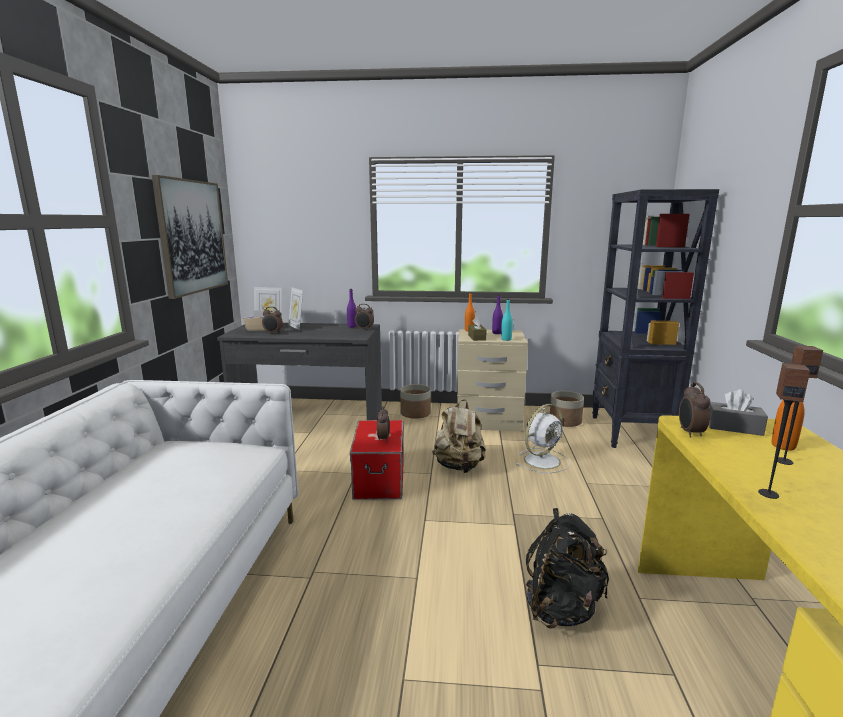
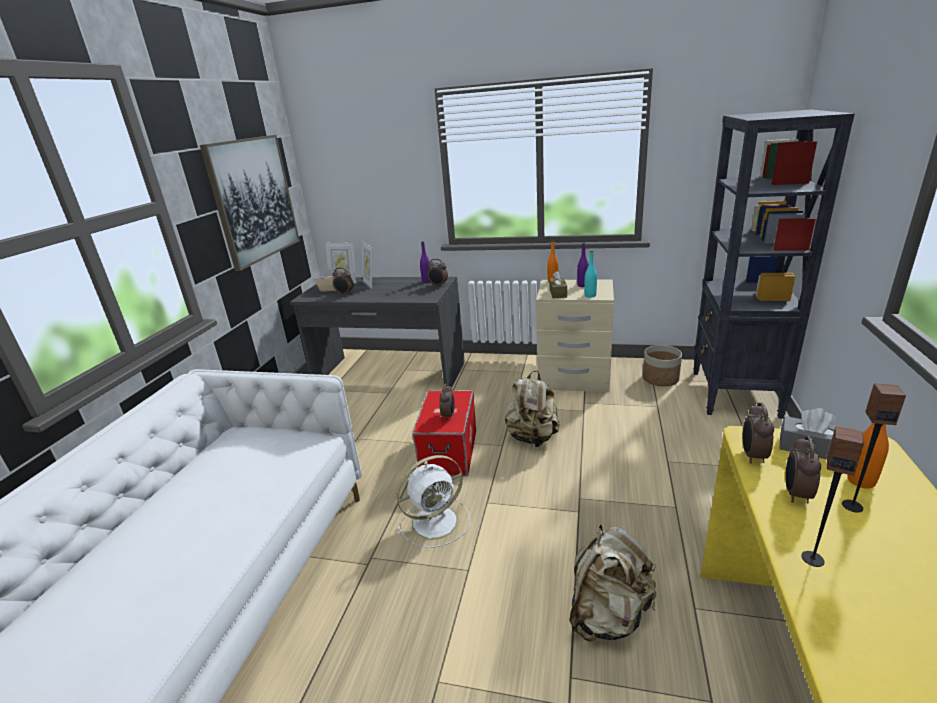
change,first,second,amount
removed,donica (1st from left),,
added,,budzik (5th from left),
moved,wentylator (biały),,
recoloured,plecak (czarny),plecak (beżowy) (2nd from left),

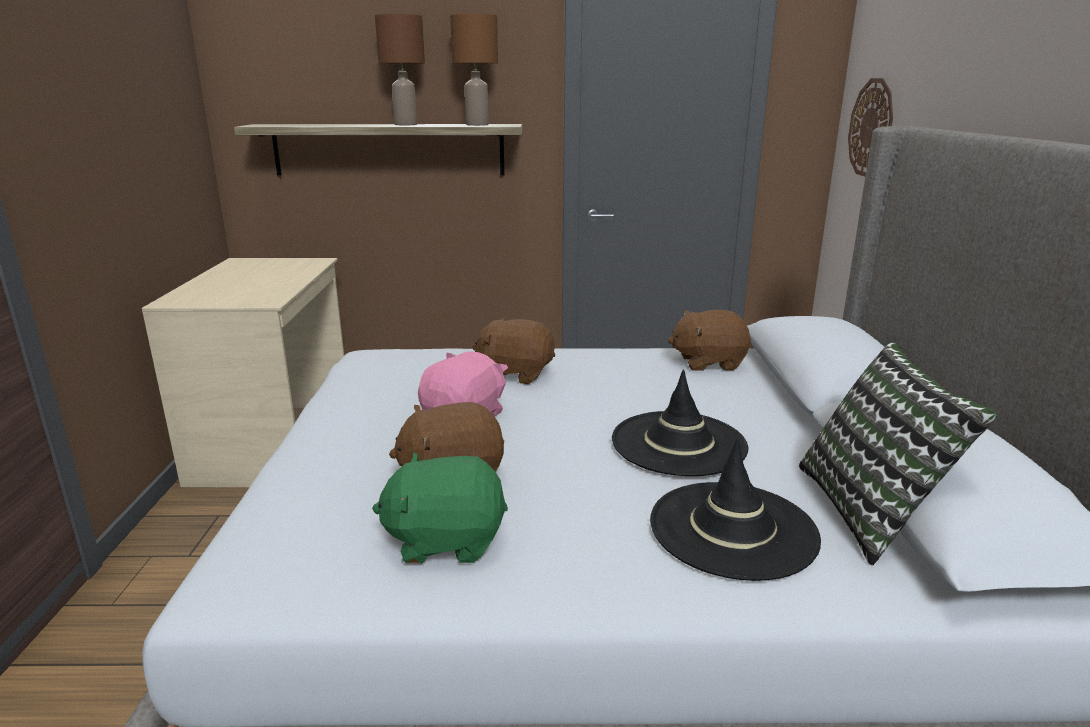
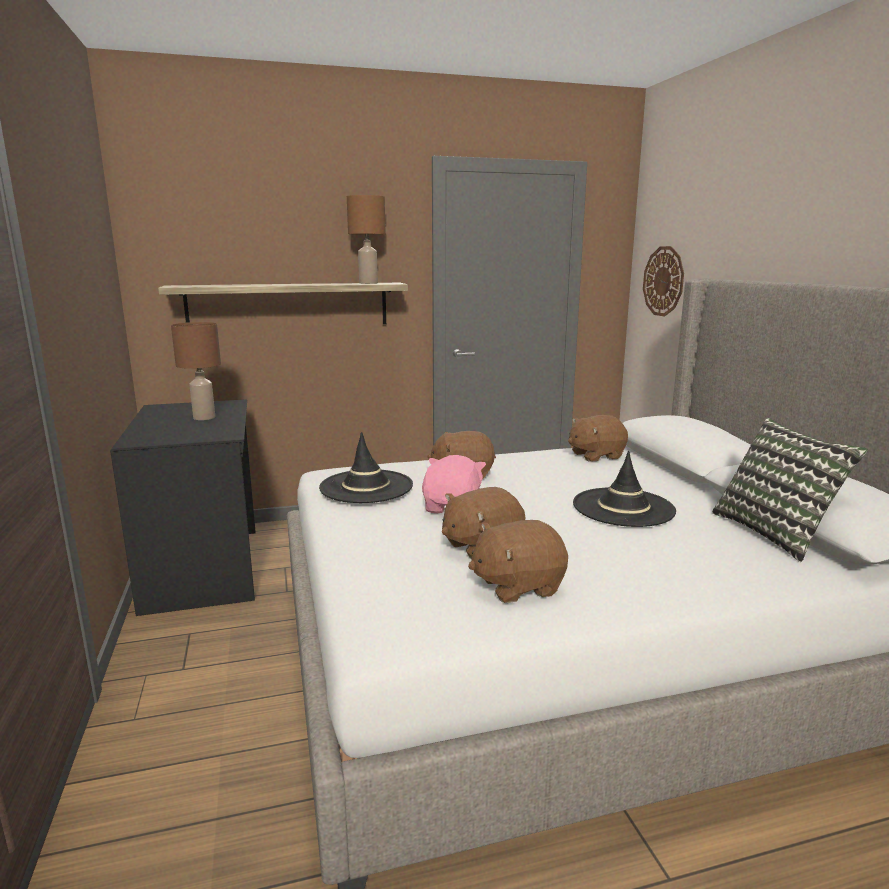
change,first,second,amount
moved,lampa stołowa (brązowy) (1st from left),,
moved,kapelusz (czarny) (2nd from left in the first image),kapelusz (czarny) (1st from left),
recoloured,biurko (beżowy),biurko (czarny),
recoloured,pluszak (zielony),pluszak (brązowy) (3rd from left),

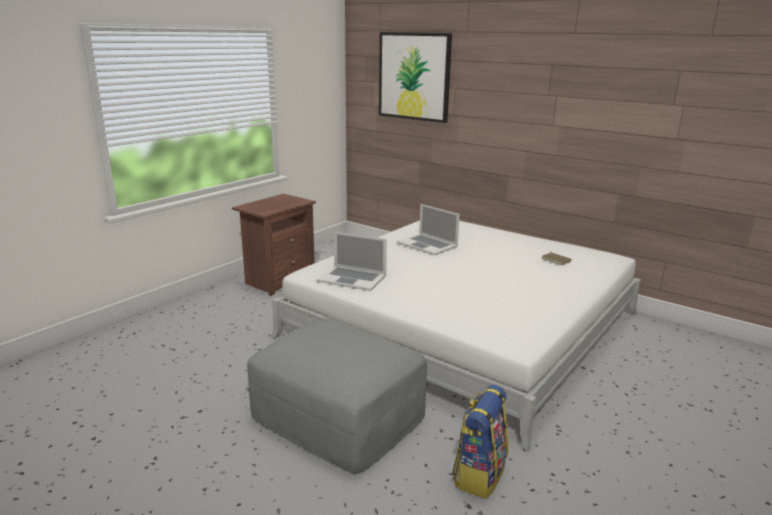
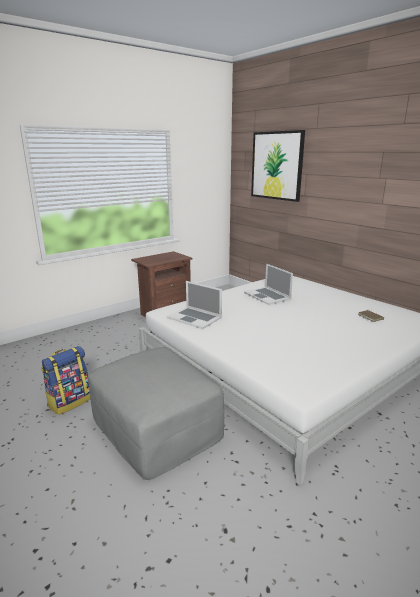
change,first,second,amount
moved,plecak,,

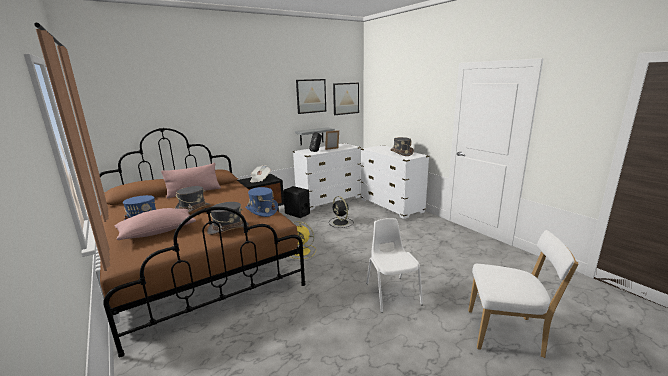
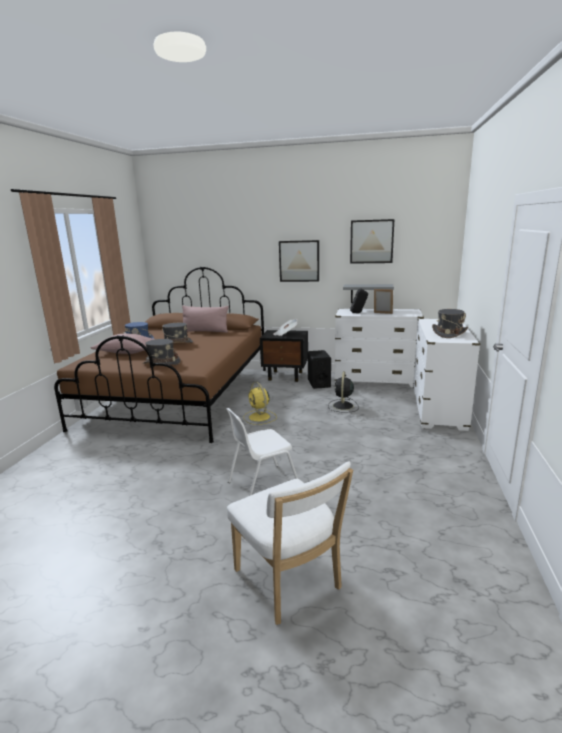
change,first,second,amount
removed,kapelusz (niebieski) (2nd from left),,
moved,obraz (2nd from left in the first image),obraz (1st from left),
turned,krzesło (biały) (1st from left),,150 degrees counterclockwise

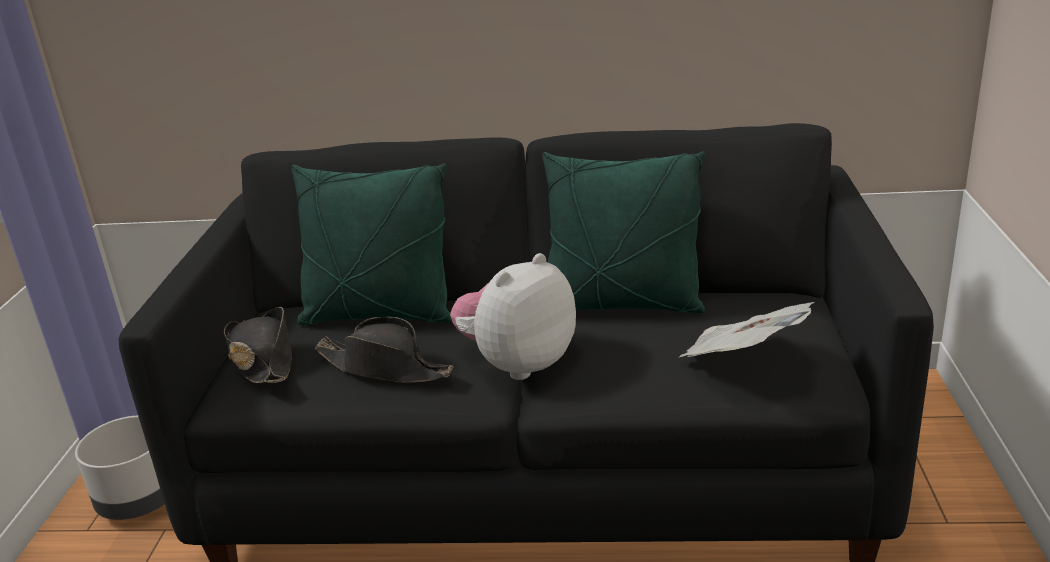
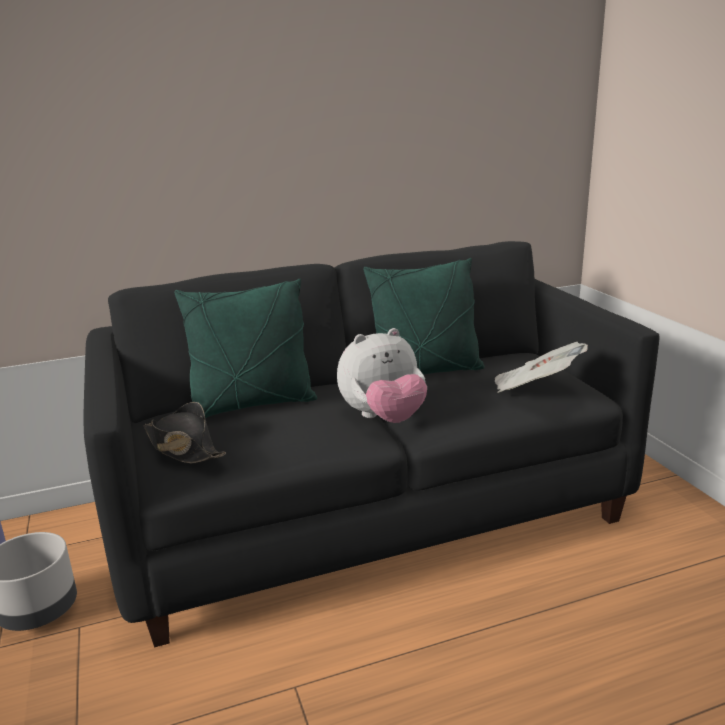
change,first,second,amount
removed,kapelusz (czarny) (2nd from left),,
turned,pluszak,,135 degrees counterclockwise

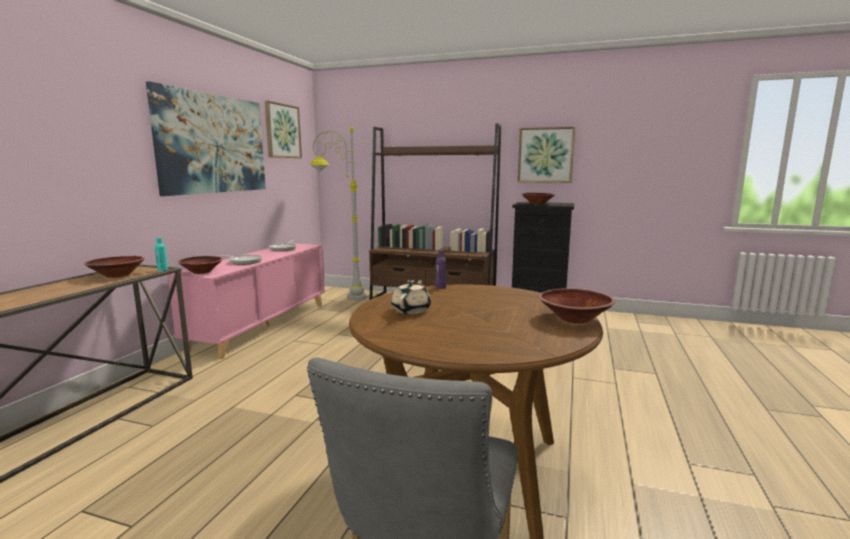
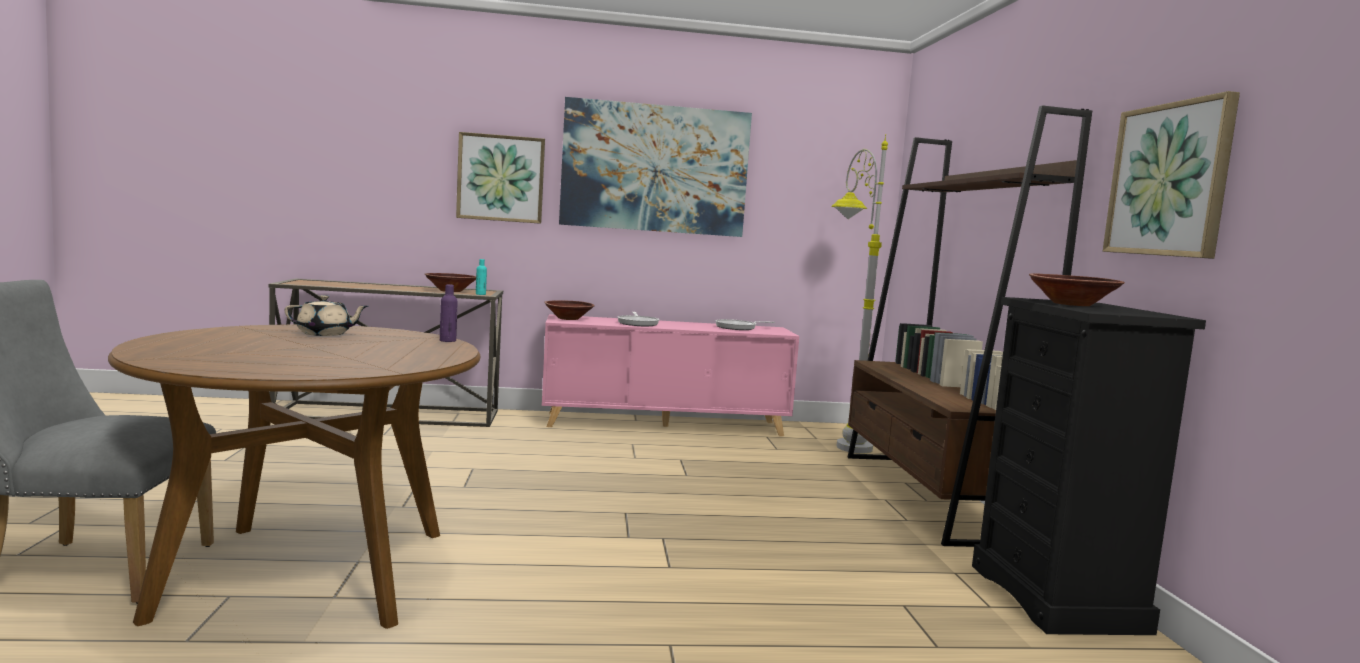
change,first,second,amount
removed,miska (brązowy) (4th from left),,
moved,obraz (2nd from left in the first image),obraz (1st from left),

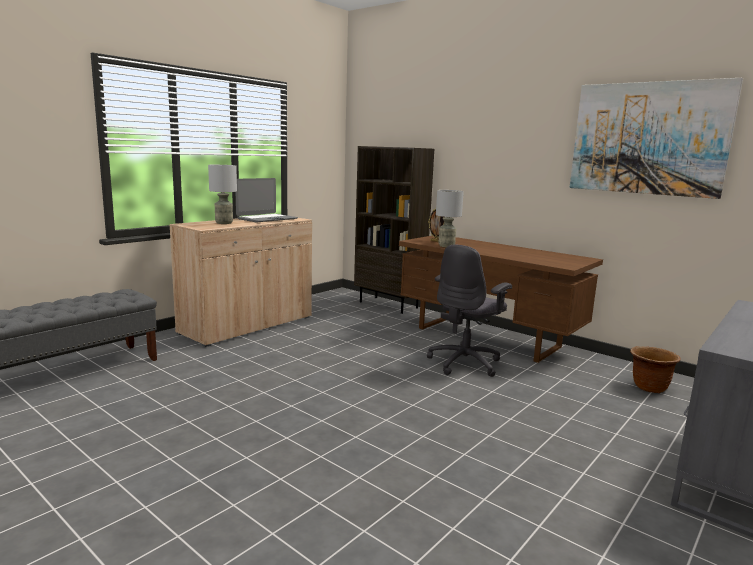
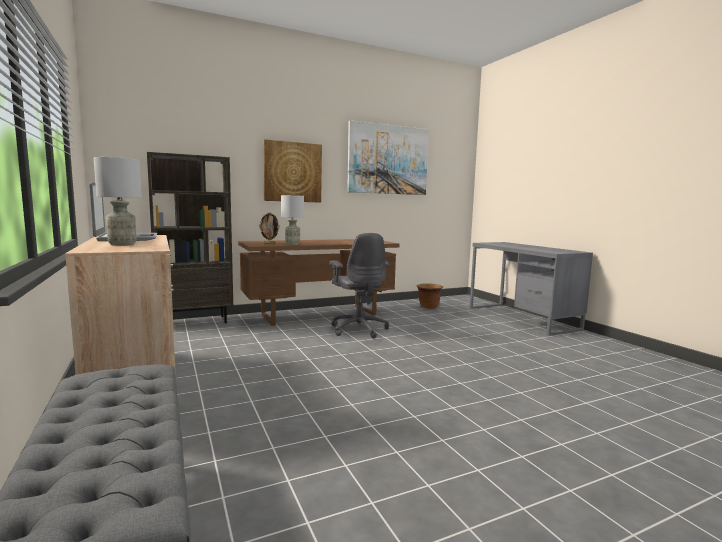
change,first,second,amount
added,,obraz (1st from left),

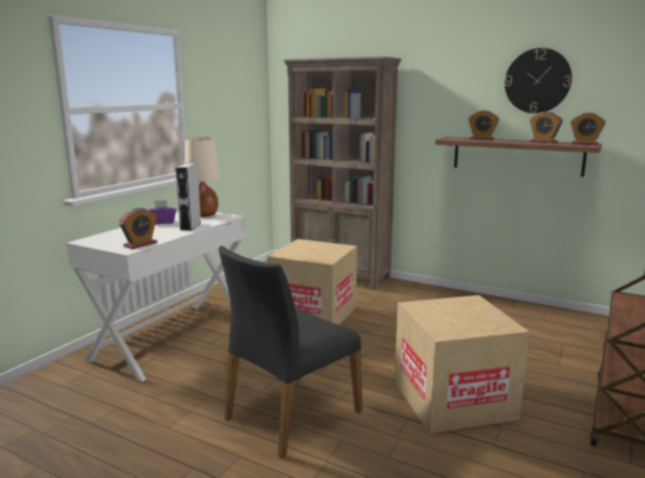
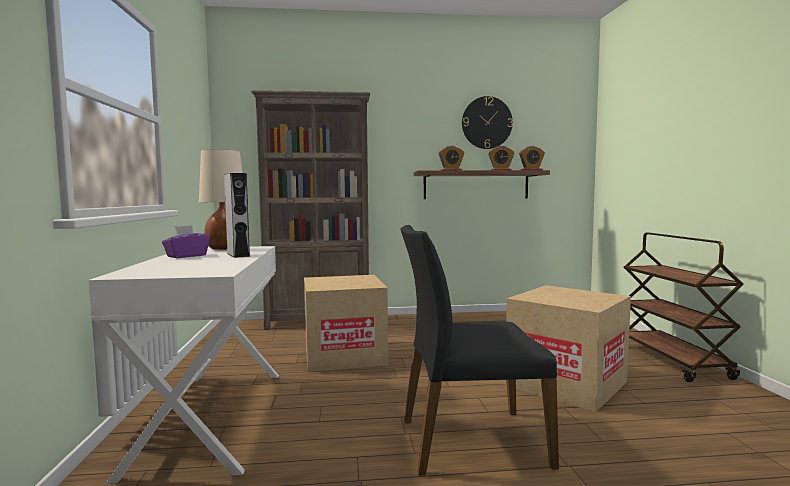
change,first,second,amount
removed,budzik (1st from left),,
turned,krzesło (czarny),,75 degrees clockwise

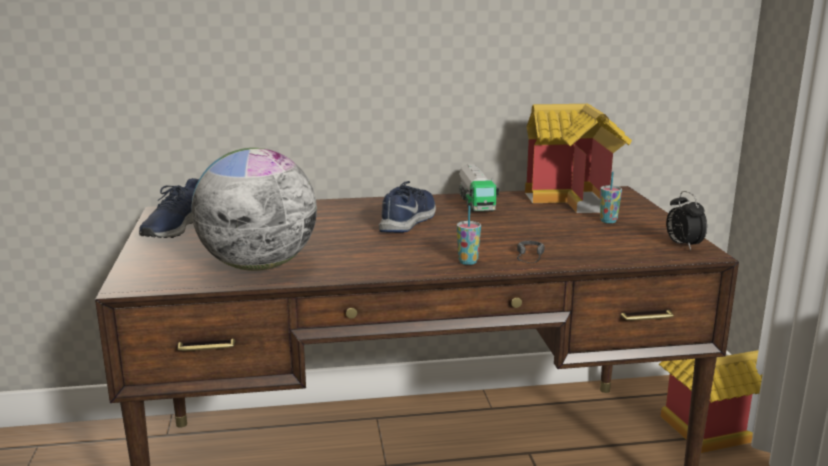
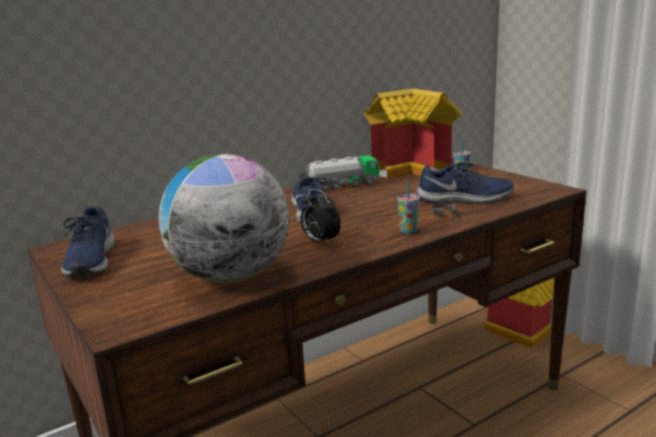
change,first,second,amount
added,,but (niebieski) (3rd from left),
moved,budzik,,
turned,ciężarówka zabawkowa,,75 degrees counterclockwise

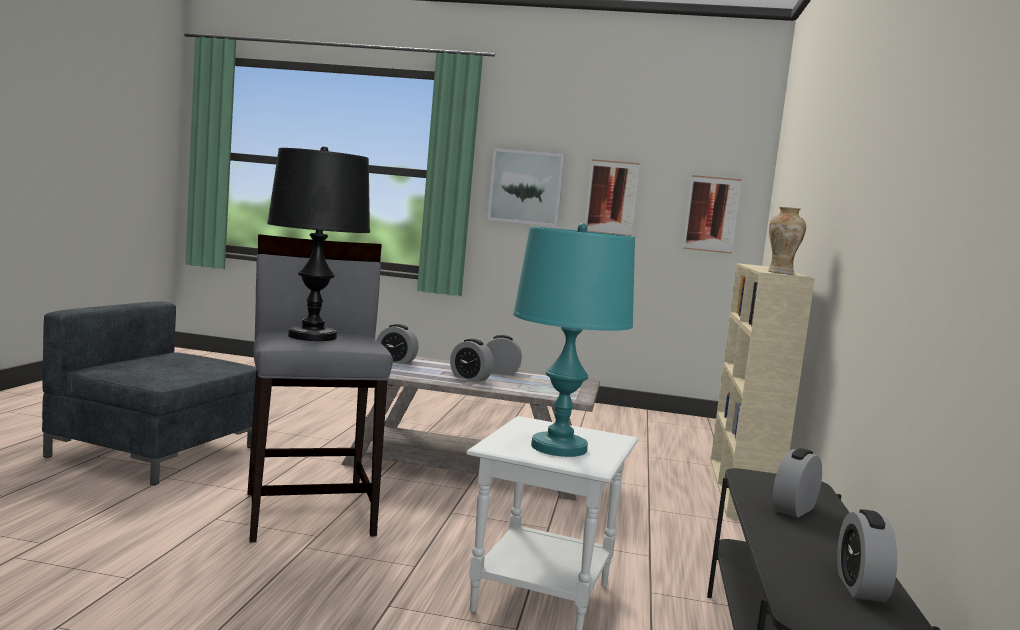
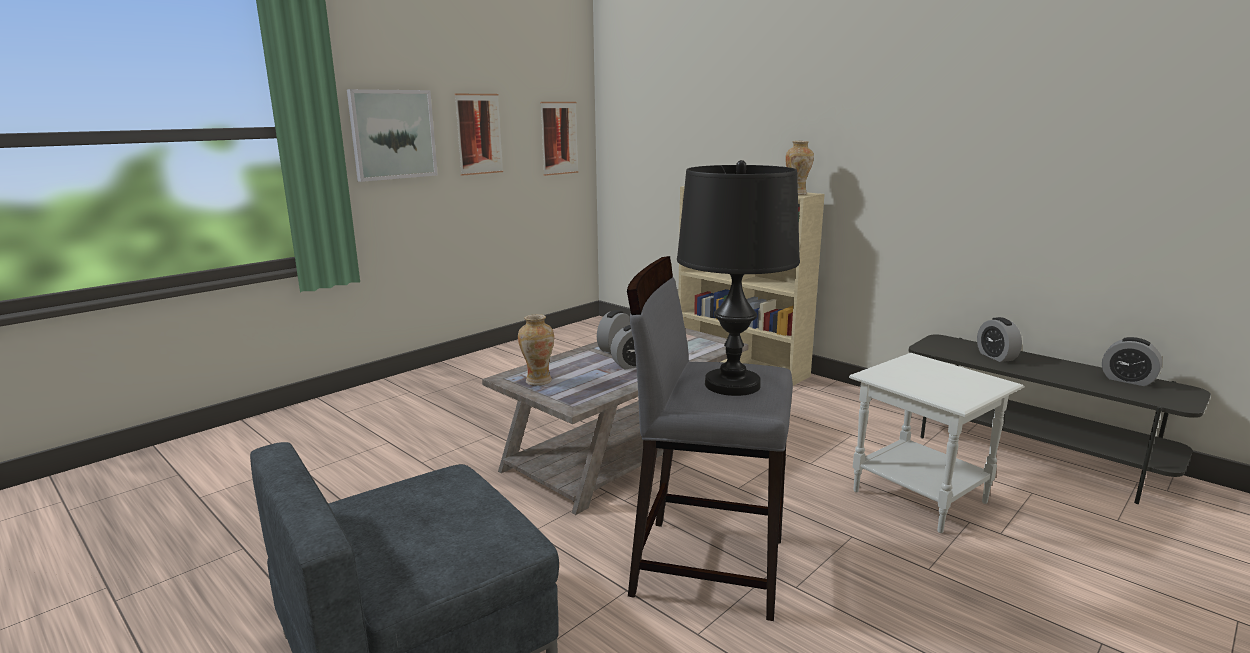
change,first,second,amount
removed,lampa stołowa (turkusowy),,
replaced,budzik (1st from left),wazon (1st from left),

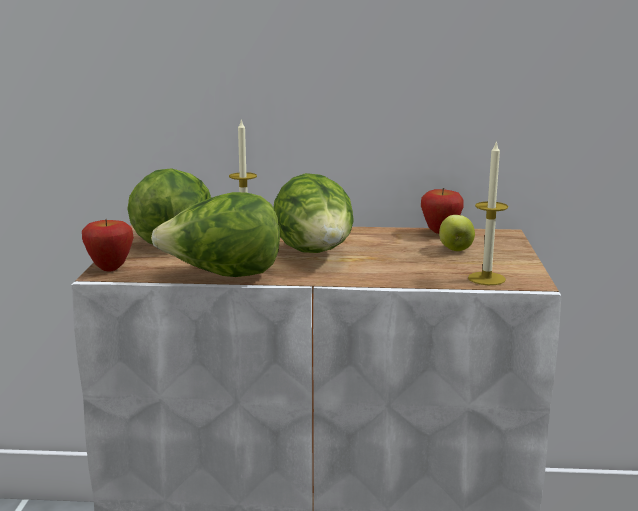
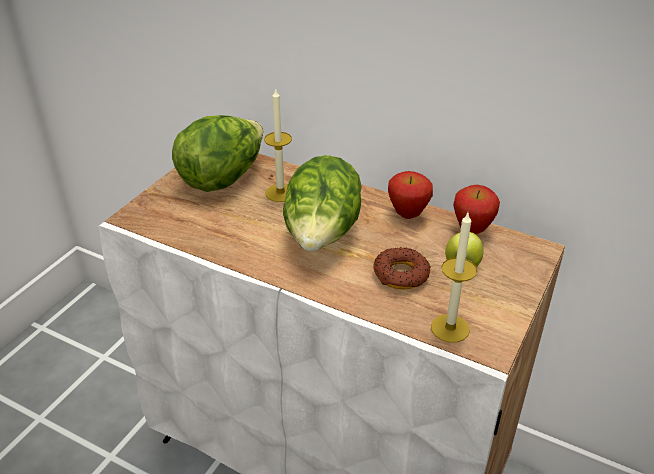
change,first,second,amount
removed,sałata (2nd from left),,
added,,donut,
moved,jabłko (1st from left),,

